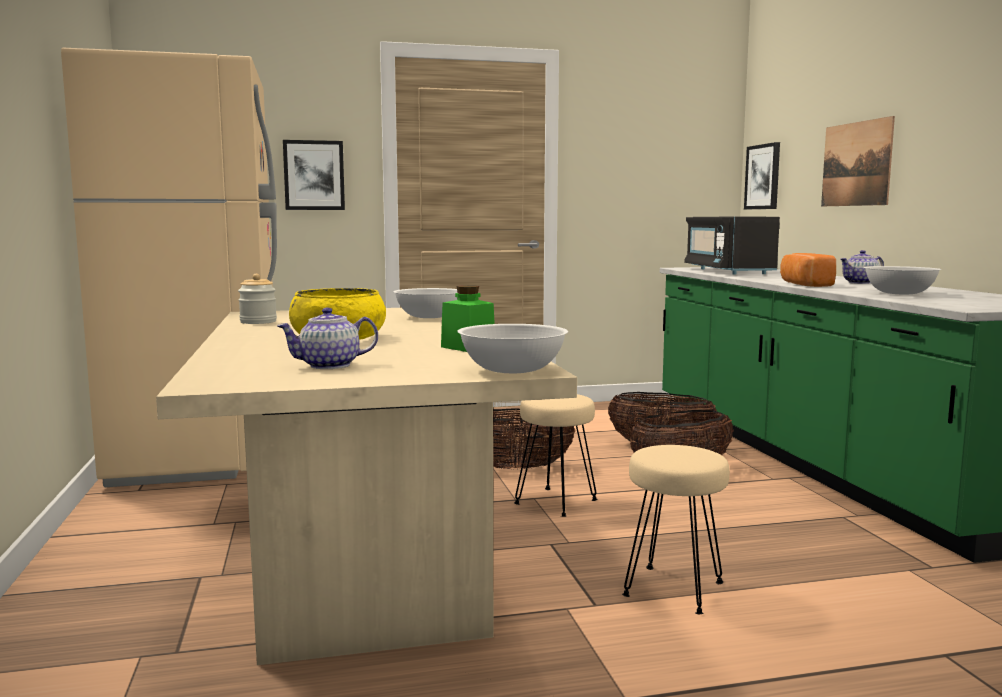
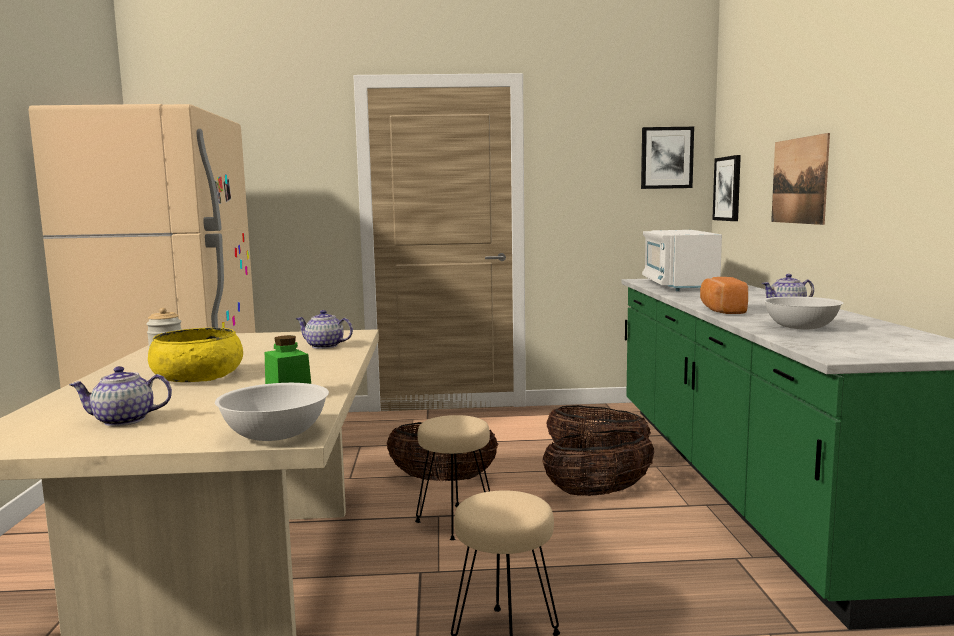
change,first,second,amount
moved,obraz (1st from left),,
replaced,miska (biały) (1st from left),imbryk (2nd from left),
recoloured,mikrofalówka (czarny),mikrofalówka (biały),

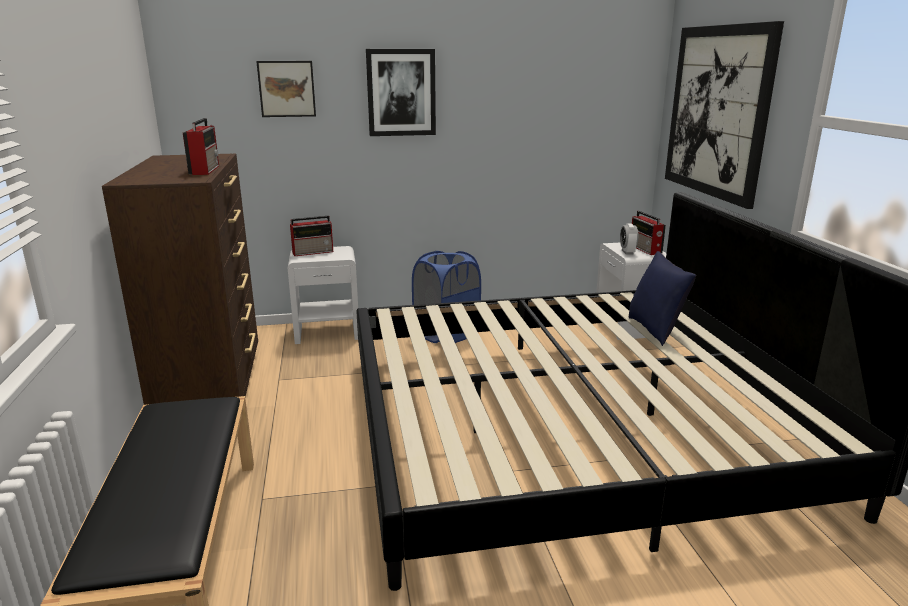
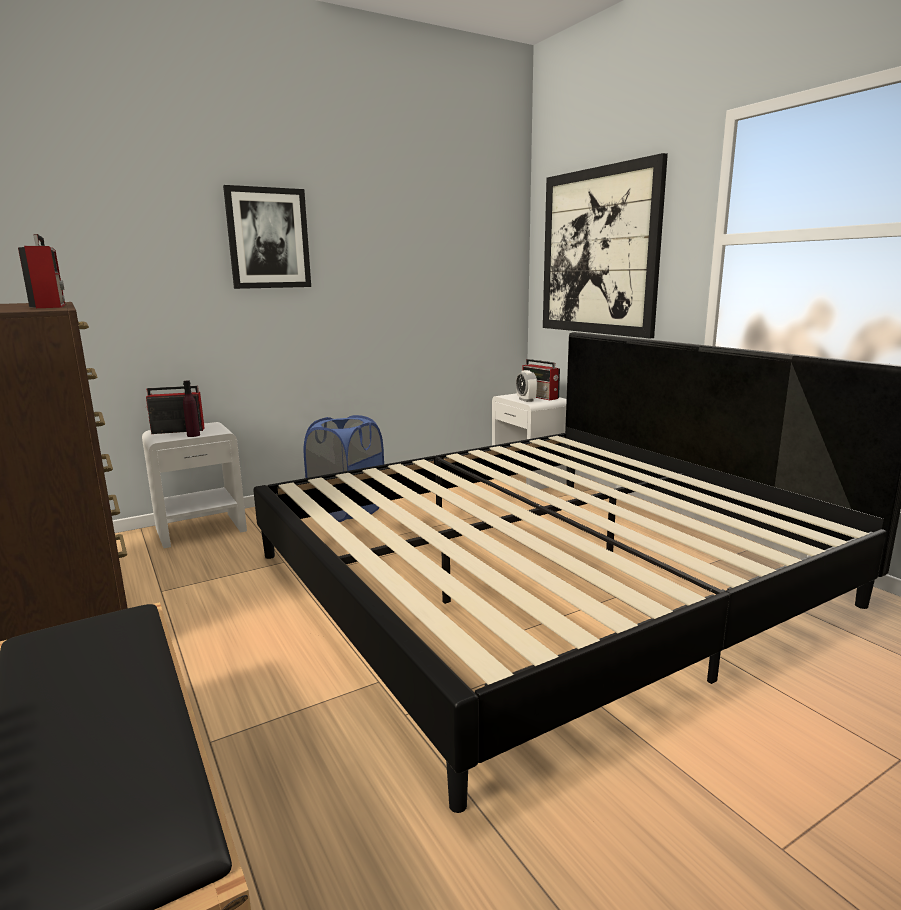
change,first,second,amount
removed,obraz (1st from left),,
removed,poduszka (niebieski),,
added,,butelka (fioletowy),
turned,radio (2nd from left),,150 degrees counterclockwise

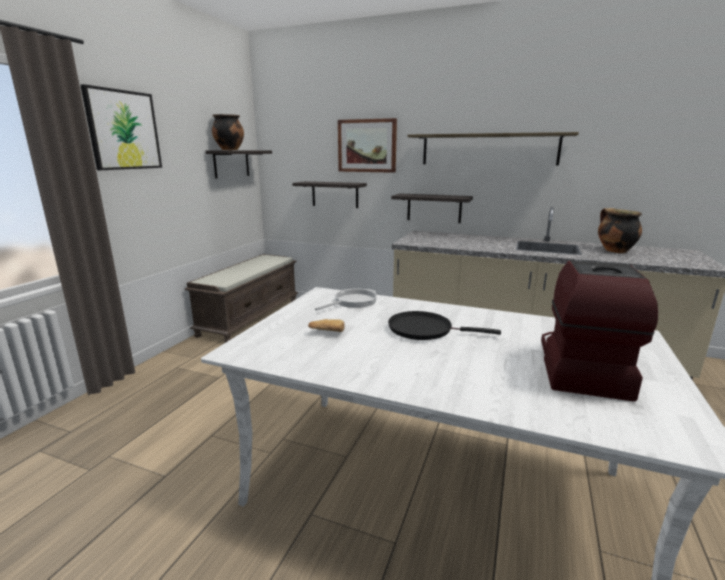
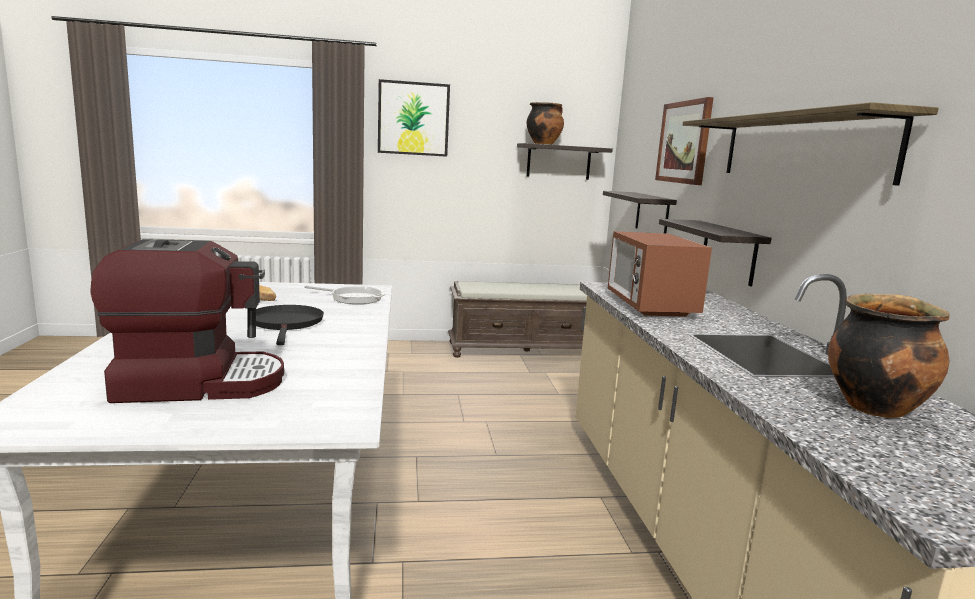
change,first,second,amount
added,,mikrofalówka,

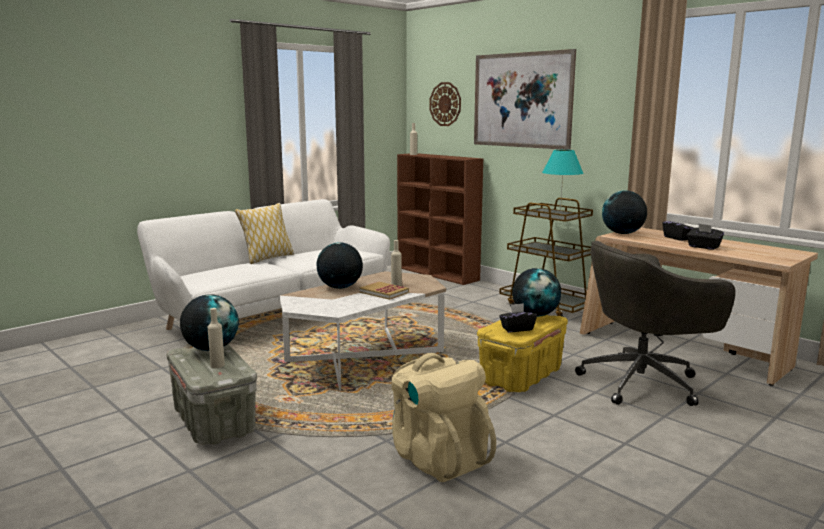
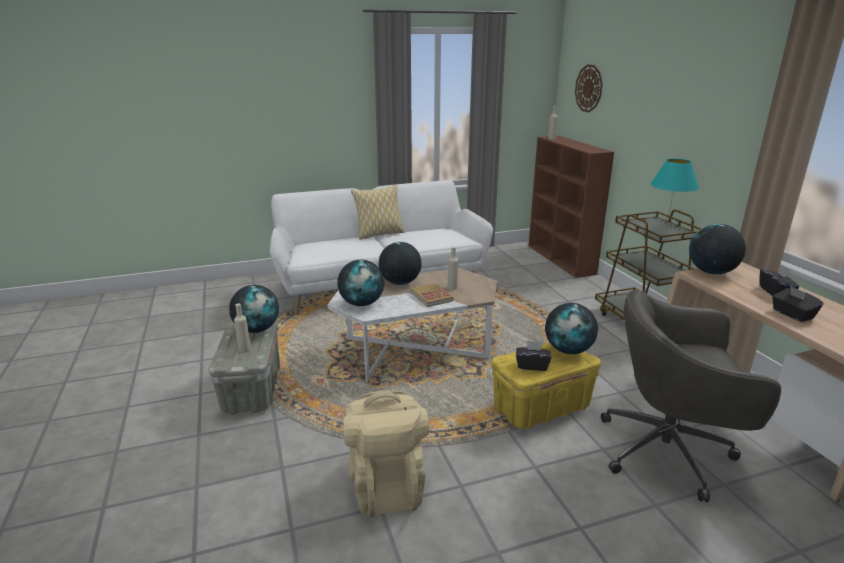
change,first,second,amount
removed,obraz,,
added,,globus (2nd from left),

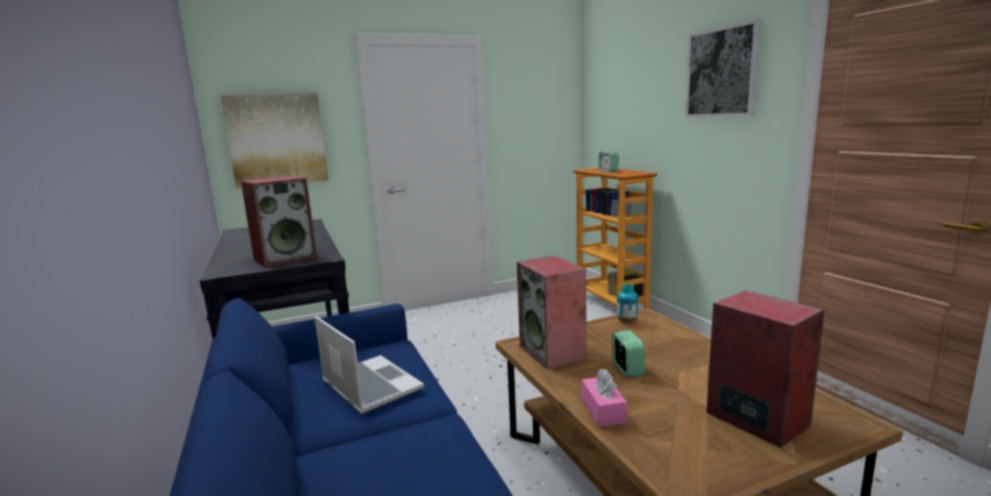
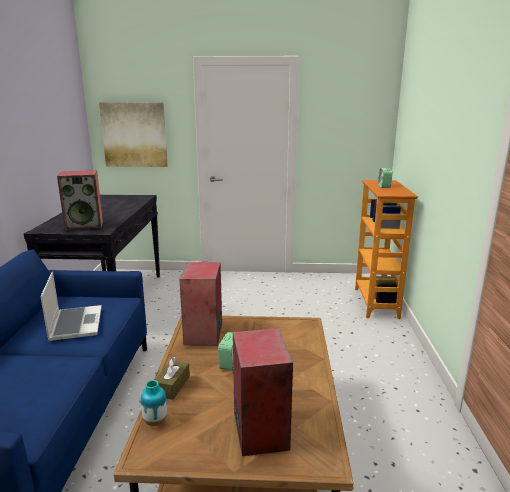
change,first,second,amount
removed,obraz (2nd from left),,
moved,wazon,,
recoloured,pudełko chusteczek (różowy),pudełko chusteczek (brązowy),

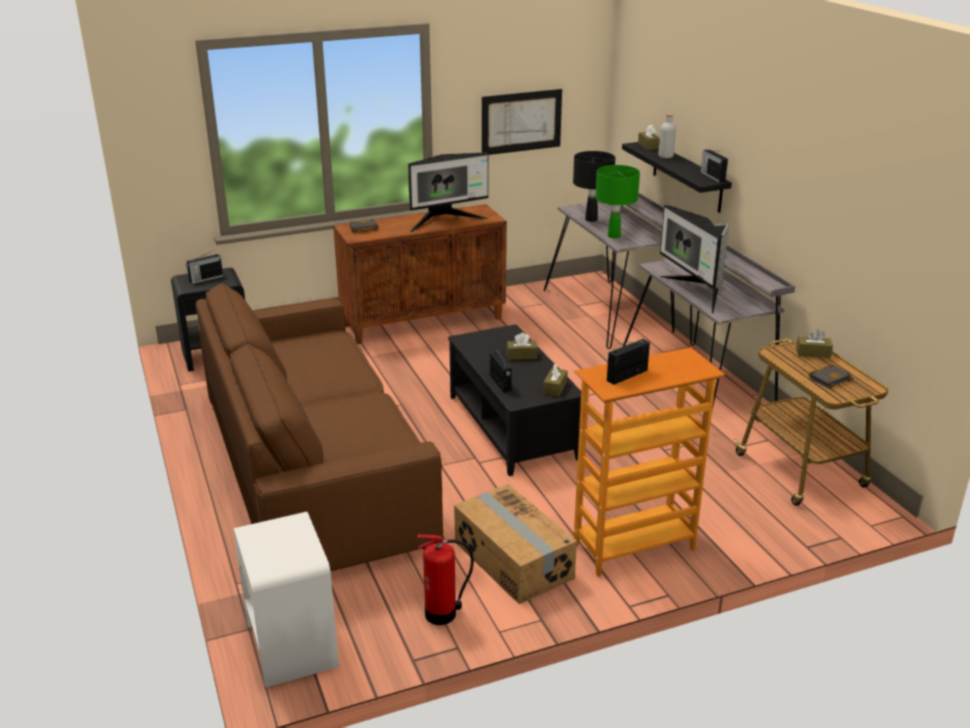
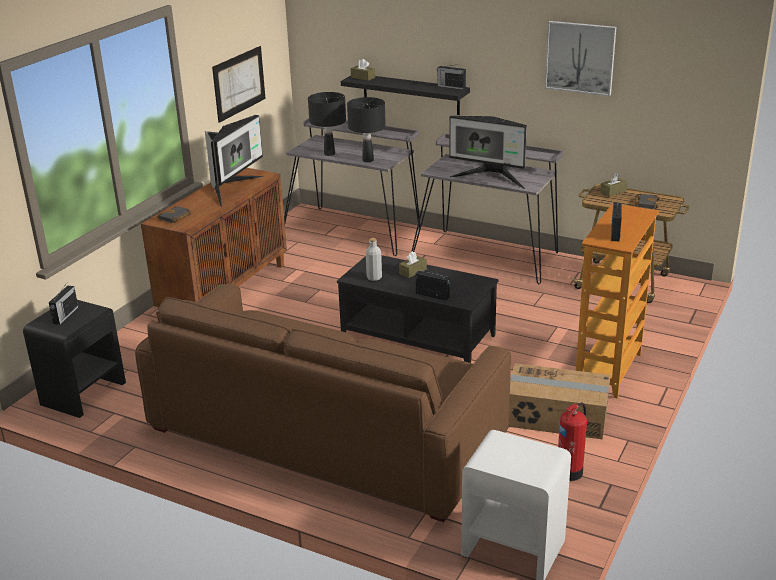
change,first,second,amount
removed,pudełko chusteczek (brązowy) (2nd from left),,
added,,obraz (2nd from left),
moved,butelka (szary),,
recoloured,lampa stołowa (zielony),lampa stołowa (czarny) (2nd from left),

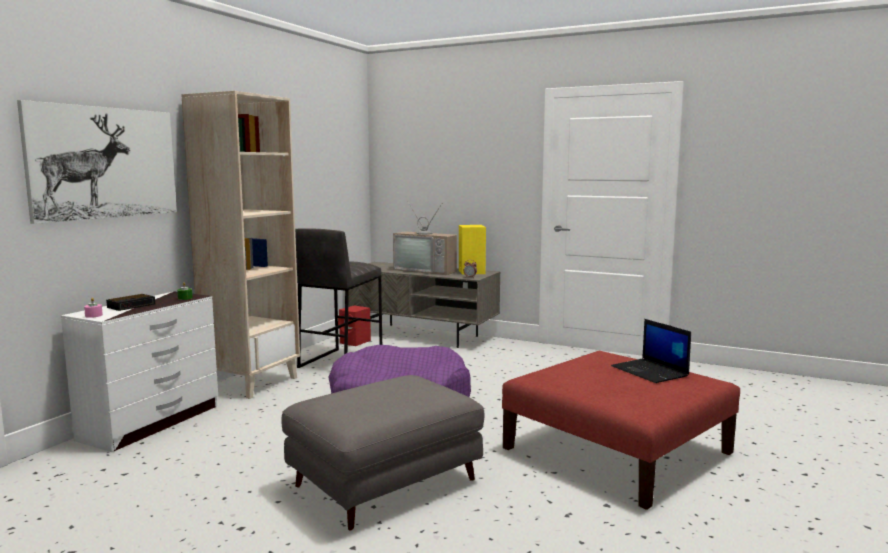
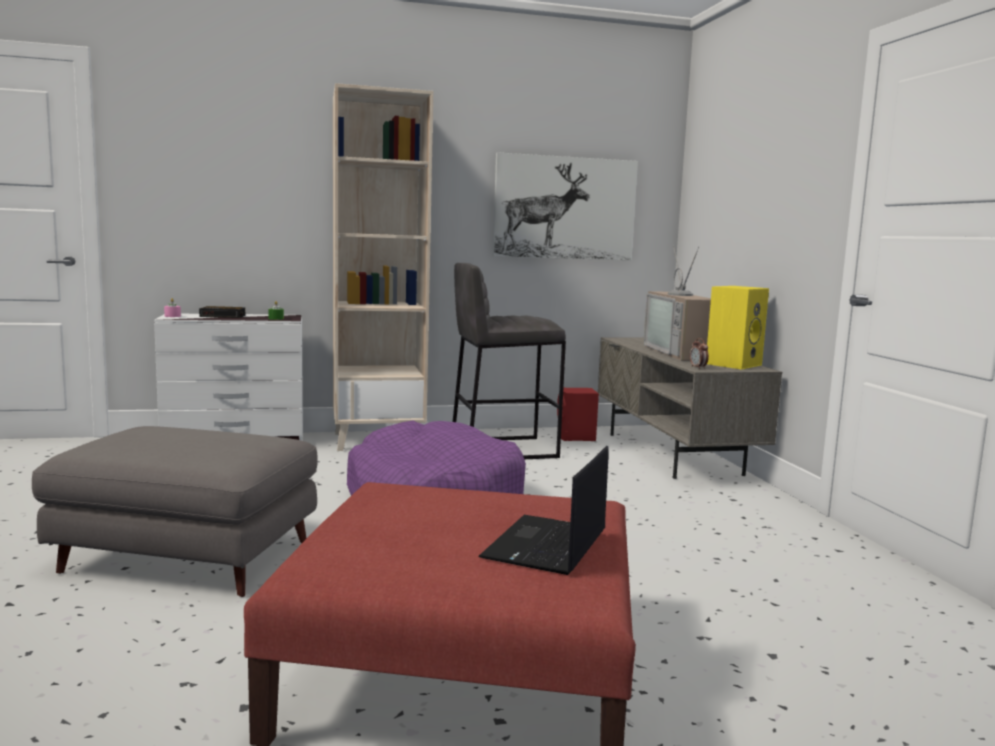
change,first,second,amount
moved,obraz,,

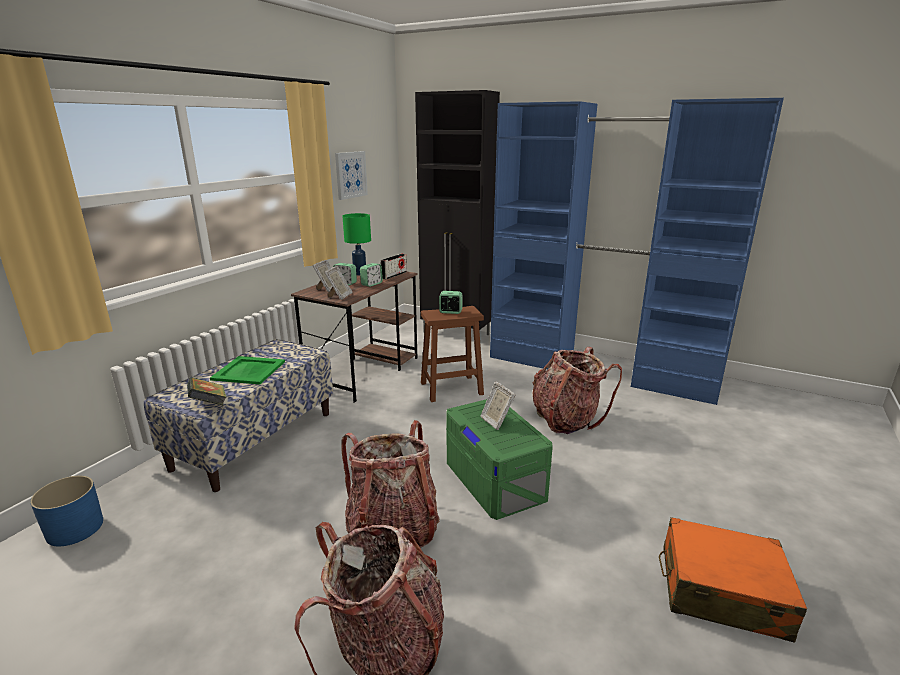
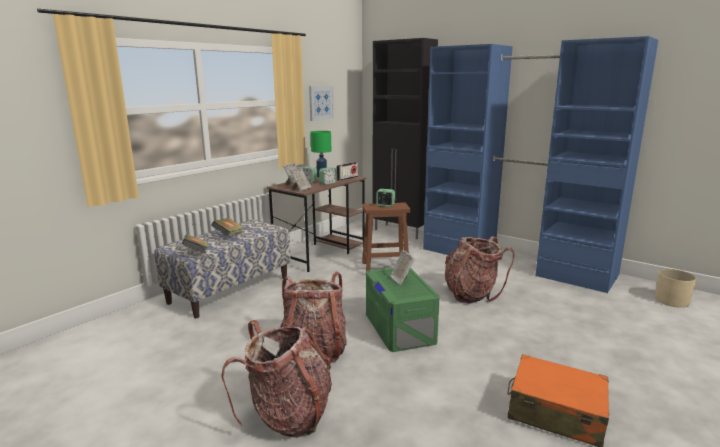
change,first,second,amount
removed,donica (niebieski),,
added,,donica (beżowy),
replaced,taca (zielony),książka (2nd from left),

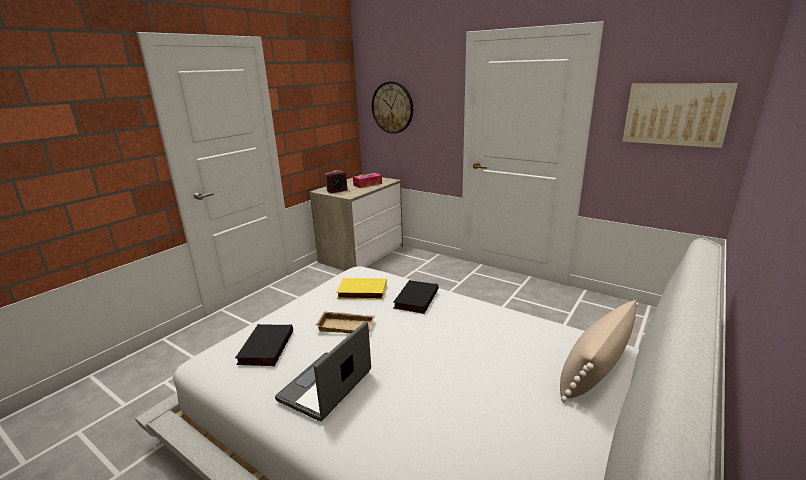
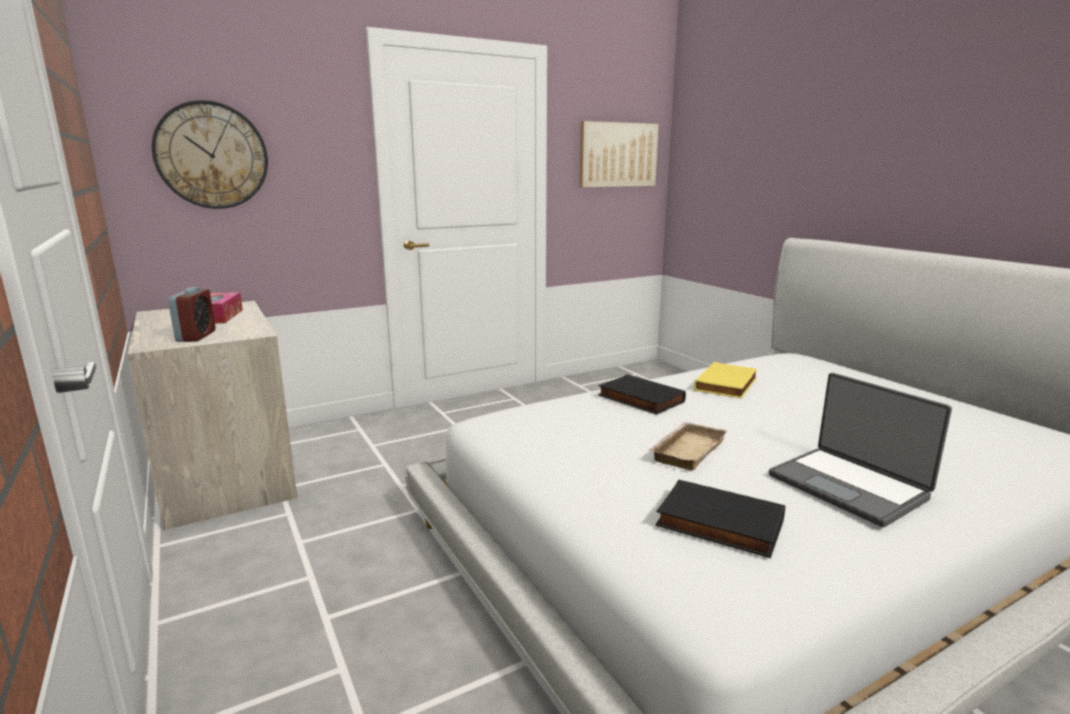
change,first,second,amount
removed,poduszka (beżowy),,
moved,książka (żółty),,

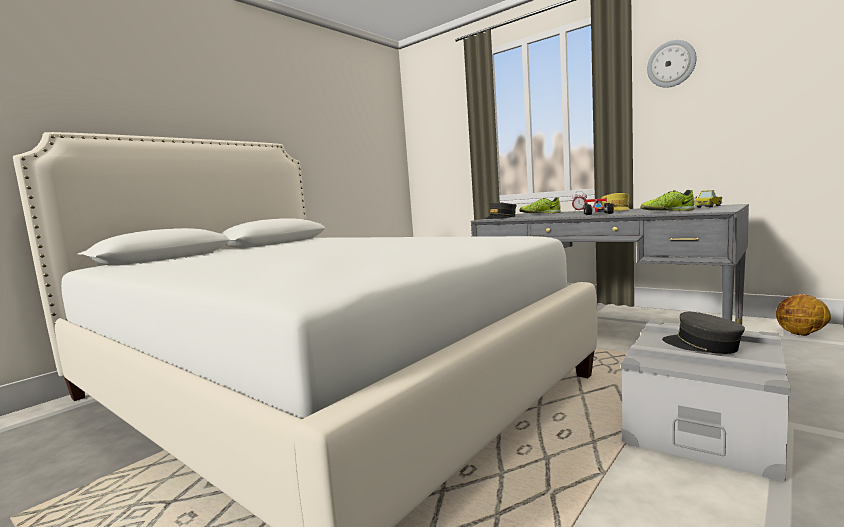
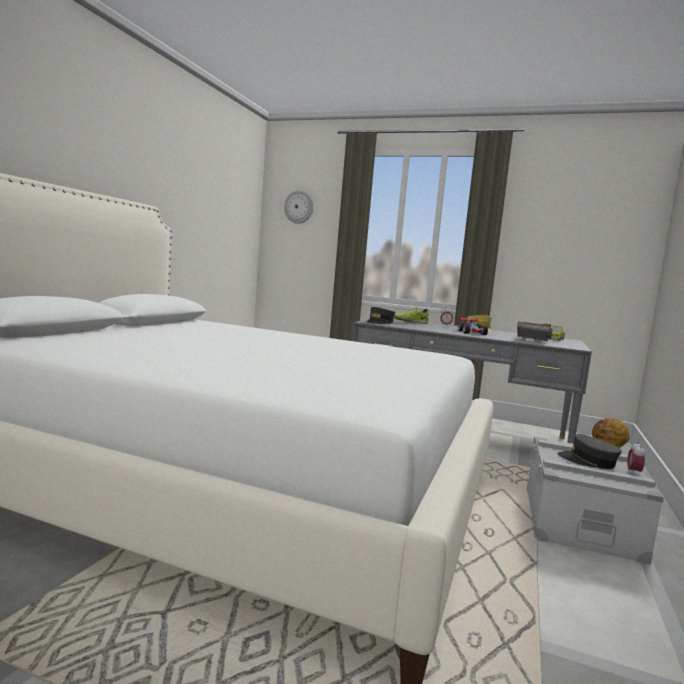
change,first,second,amount
added,,budzik (2nd from left),
moved,zegar ścienny,,
replaced,but (2nd from left),książka (szary),

